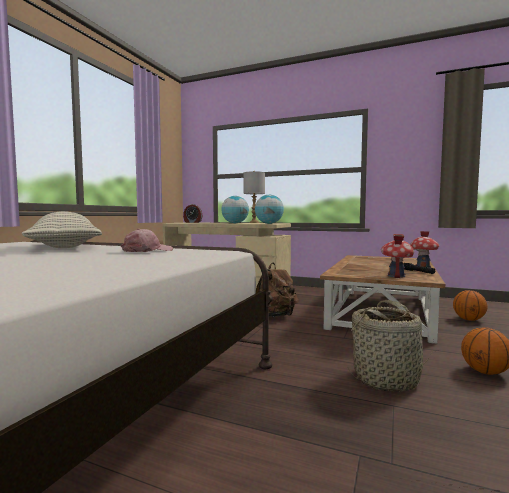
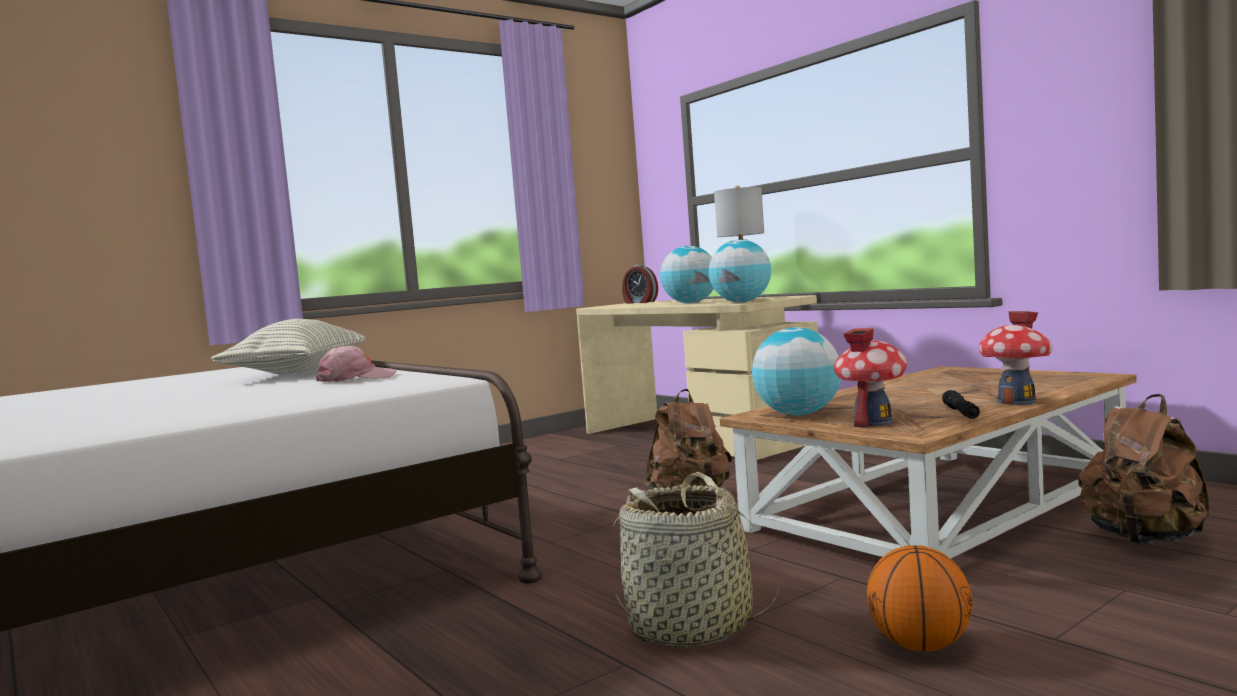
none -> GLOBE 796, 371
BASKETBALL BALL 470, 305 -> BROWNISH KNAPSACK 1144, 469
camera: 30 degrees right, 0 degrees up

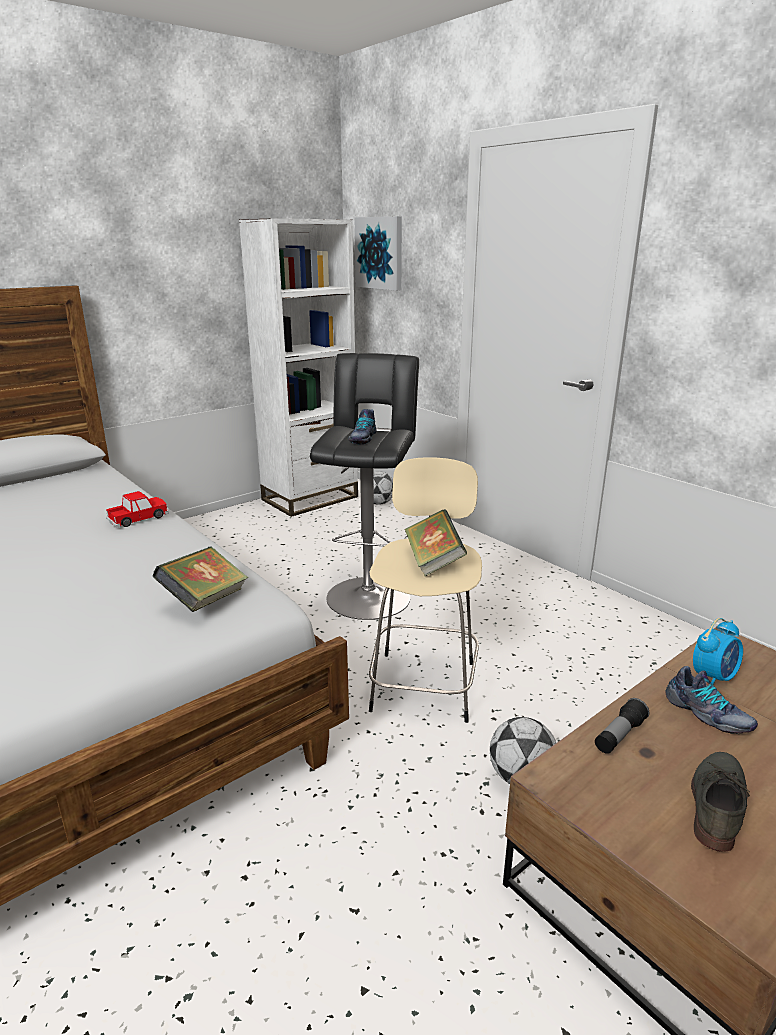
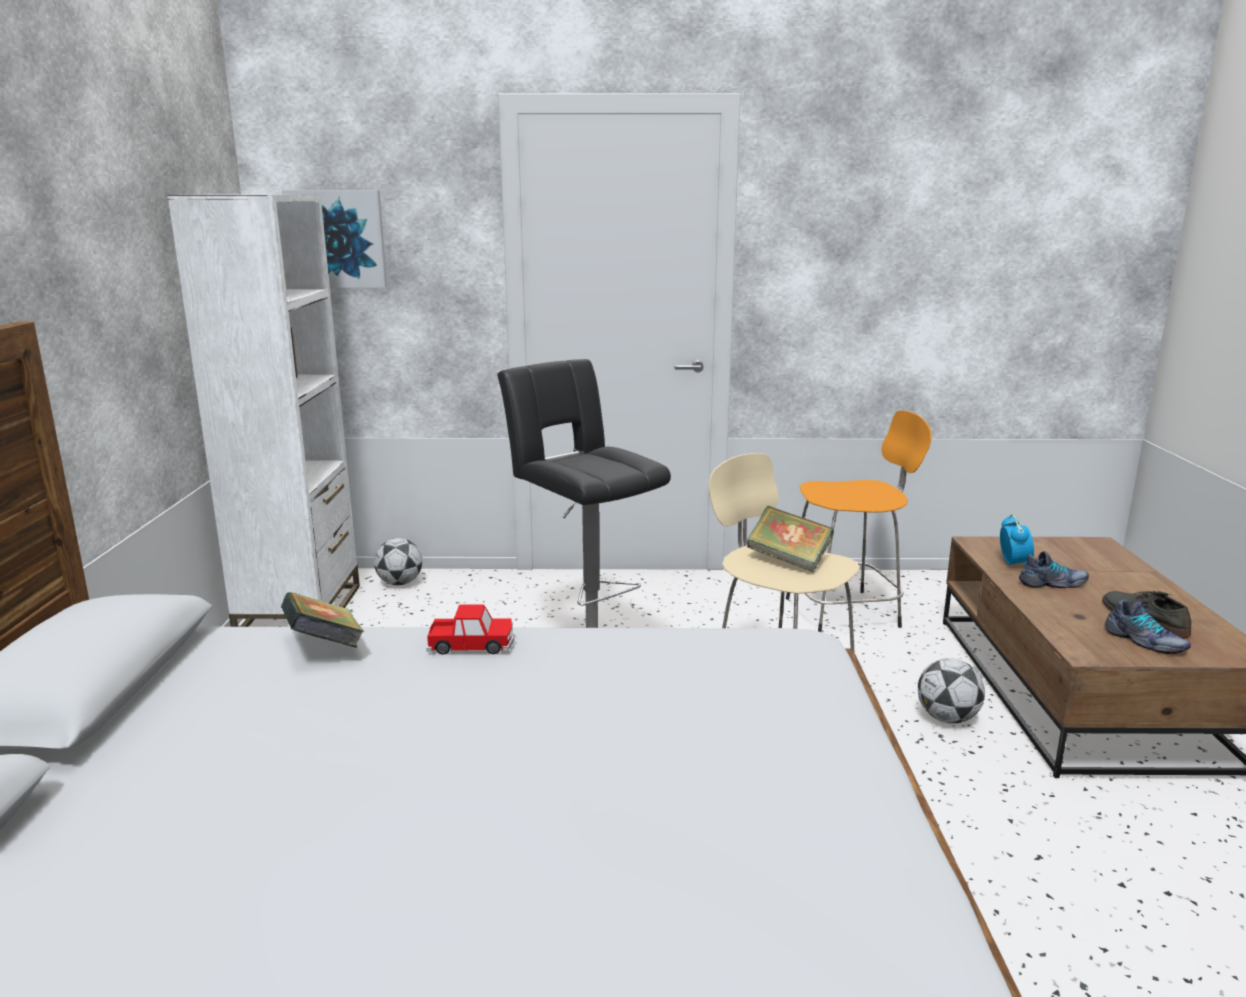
HAND TORCH 622, 726 -> none
none -> ORANGE STOOL SEAT 859, 521
VOLUME 200, 579 -> VOLUME 323, 620, shifted
SHOE 362, 427 -> SHOE 1148, 627, shifted
MODEL CAR 137, 509 -> MODEL CAR 470, 629, 90 degrees clockwise
camera: 50 degrees left, 5 degrees down

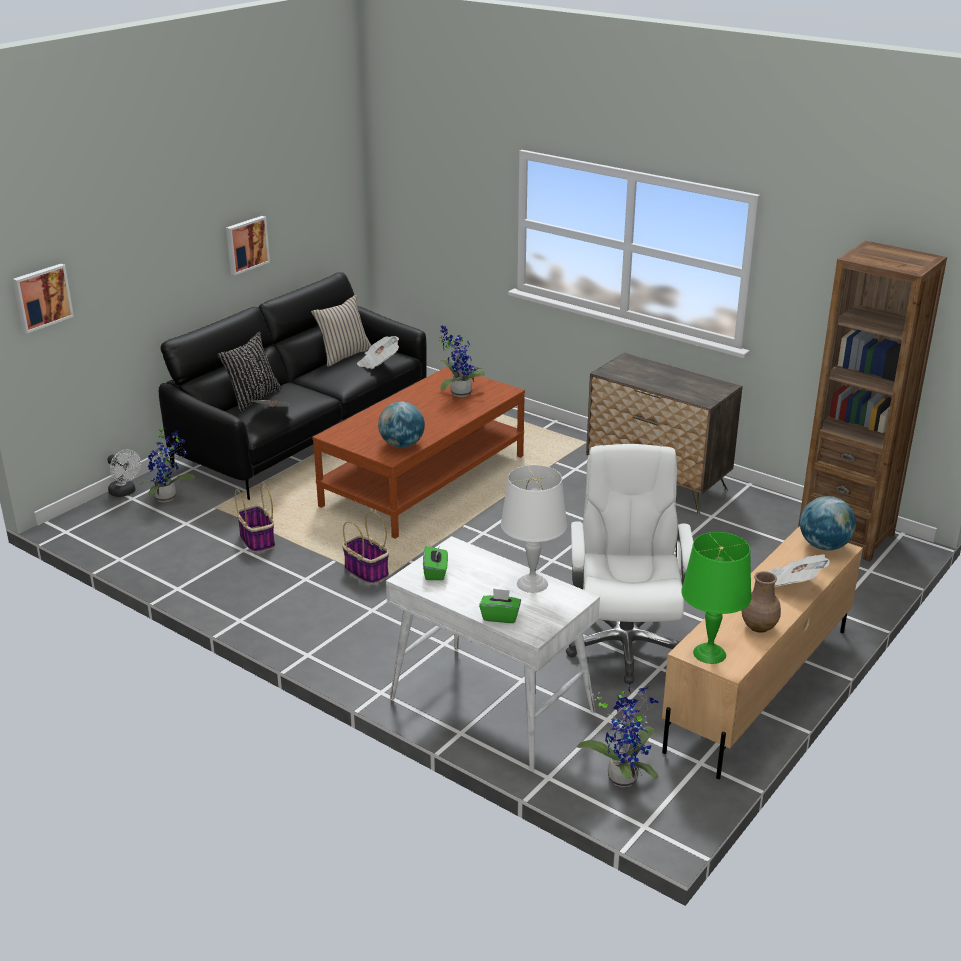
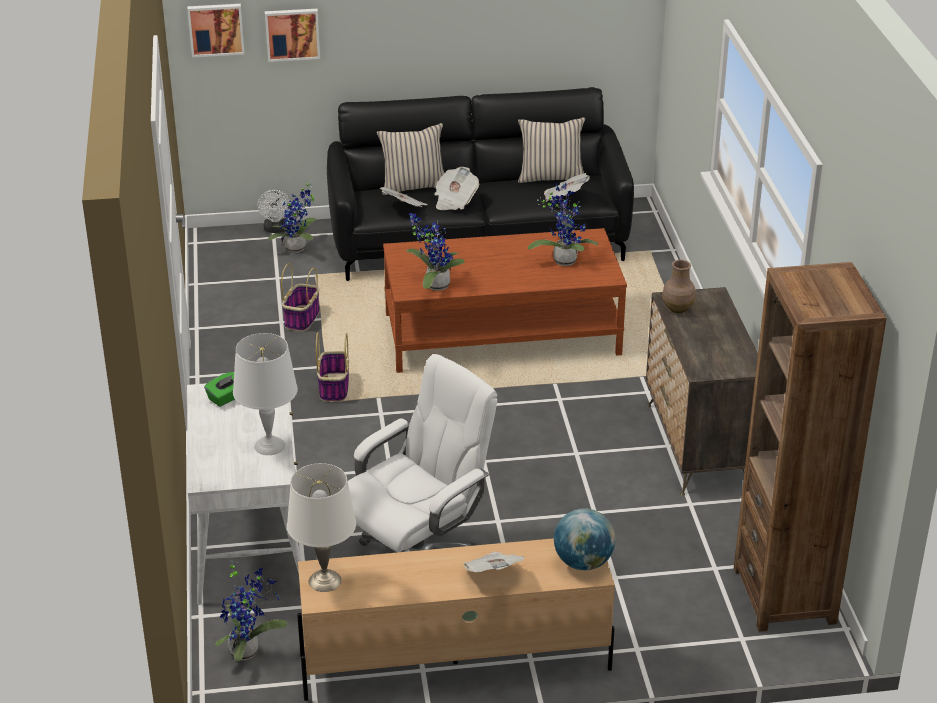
GREEN-COLOURED TISSUE BOX 500, 605 -> none
none -> NEWSPAPER 456, 188
WALL PICTURE 248, 245 -> WALL PICTURE 292, 35, shifted
BROWNISH DECORATIVE VASE 761, 602 -> BROWNISH DECORATIVE VASE 679, 286, shifted
GLOBE 401, 424 -> HOUSEPLANT 435, 252
BLACK PILLOW 249, 372 -> BEIGE PILLOW 410, 159
GREEN-COLOURED LAMP FOR A TABLE 716, 598 -> WHITE-COLOURED LAMP FOR A TABLE 321, 527
camera: 45 degrees right, 5 degrees up

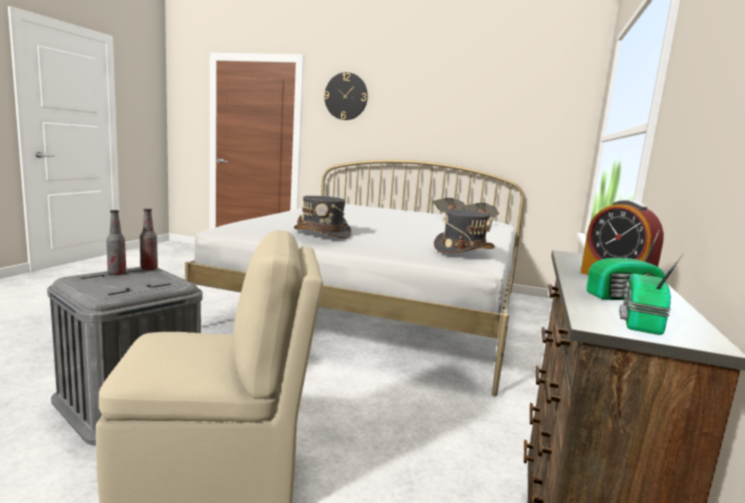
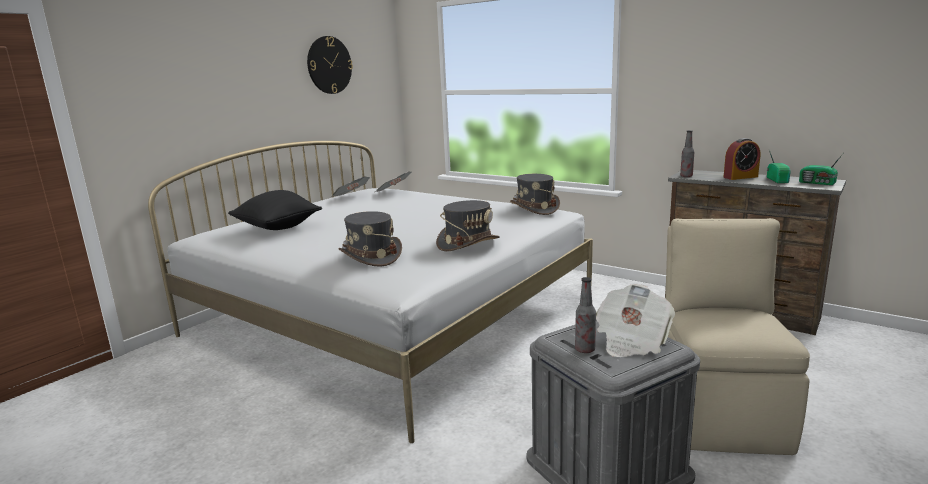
none -> BLACK PILLOW 275, 210
none -> GRAY WEARABLE HAT 370, 239
none -> NEWSPAPER 635, 320
BOTTLE 149, 239 -> BOTTLE 687, 153, shifted
WALL CLOCK 346, 96 -> WALL CLOCK 330, 65, shifted
camera: 70 degrees left, 5 degrees up

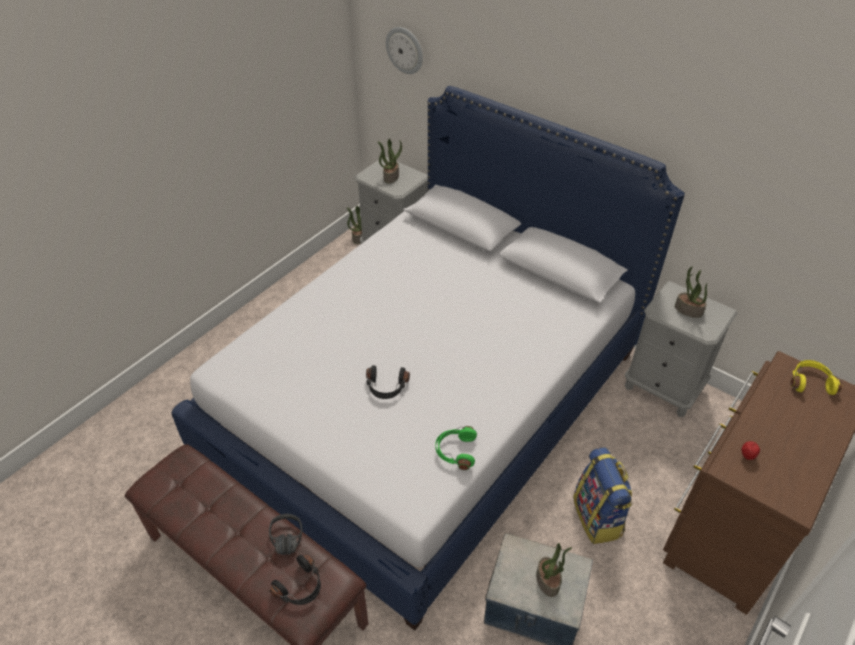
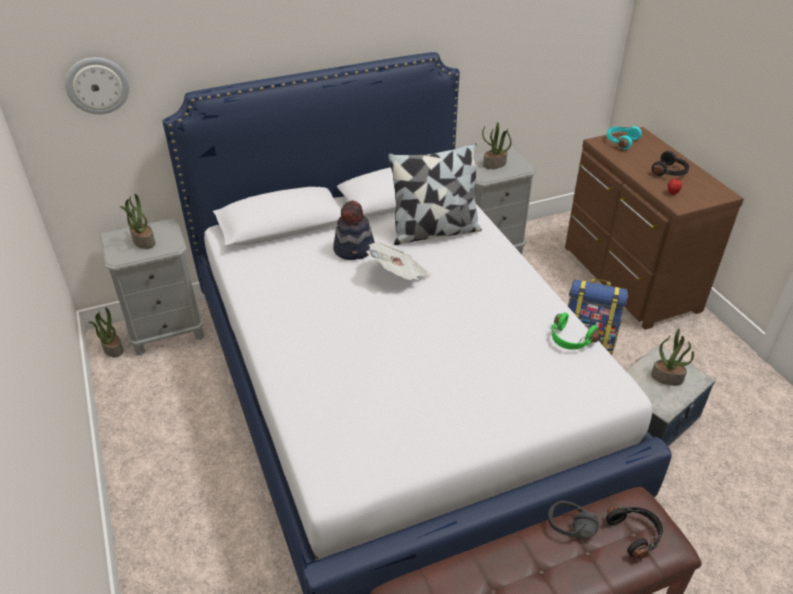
none -> WEARABLE HAT 354, 230
none -> NEWSPAPER 398, 261
none -> PILLOW 435, 194
BLACK PAIR OF HEADPHONES 388, 382 -> BLACK PAIR OF HEADPHONES 670, 163, shifted
YELLOWISH PAIR OF HEADPHONES 816, 377 -> TURQUOISE-COLOURED PAIR OF HEADPHONES 624, 138
camera: 60 degrees left, 5 degrees down

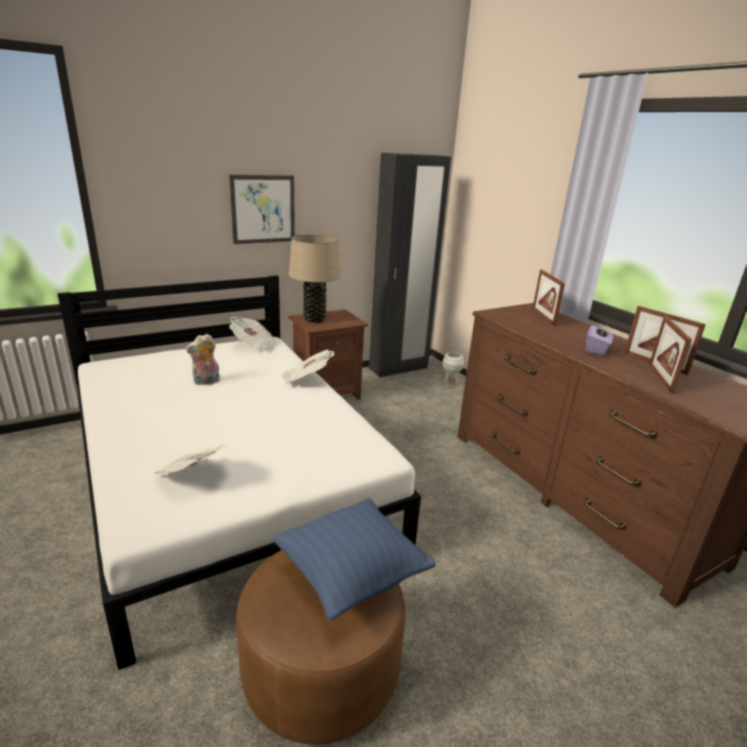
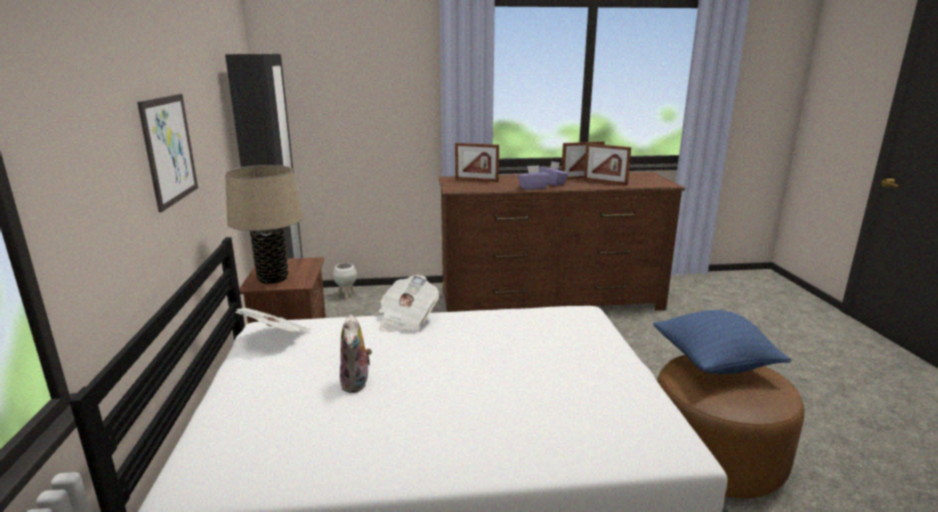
NEWSPAPER 190, 459 -> none
none -> PURPLE TISSUE BOX 534, 177
camera: 65 degrees left, 5 degrees down

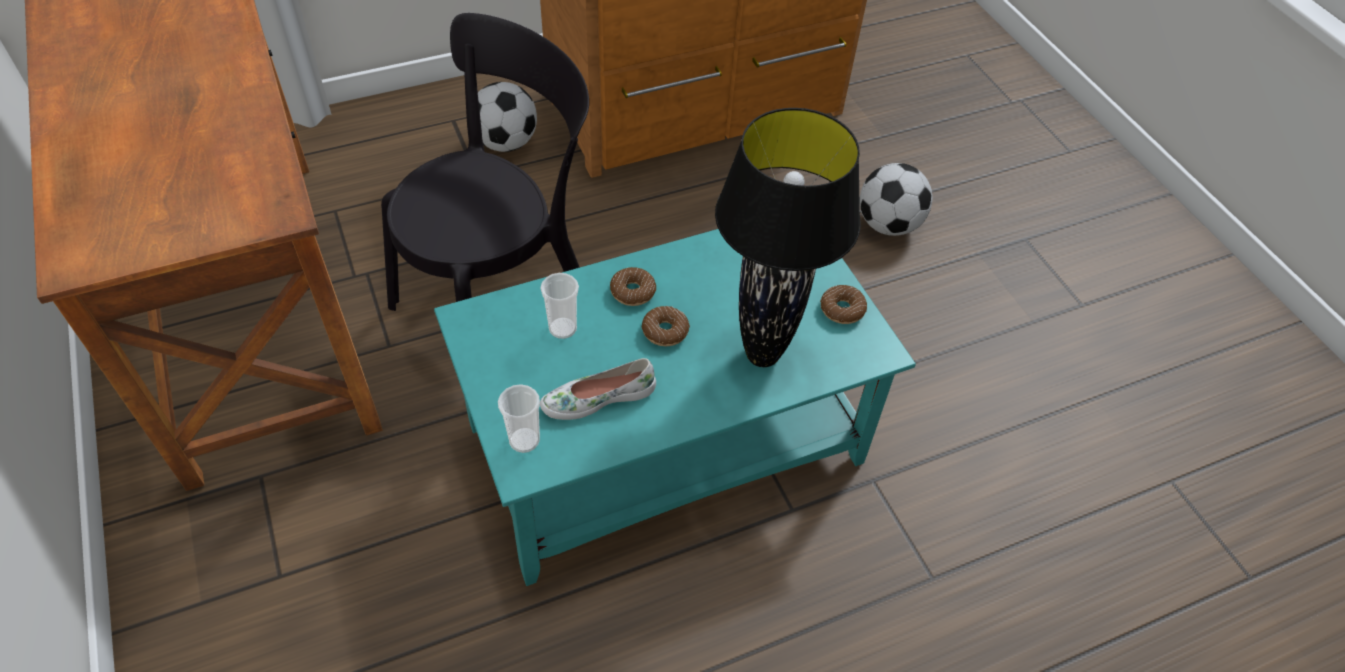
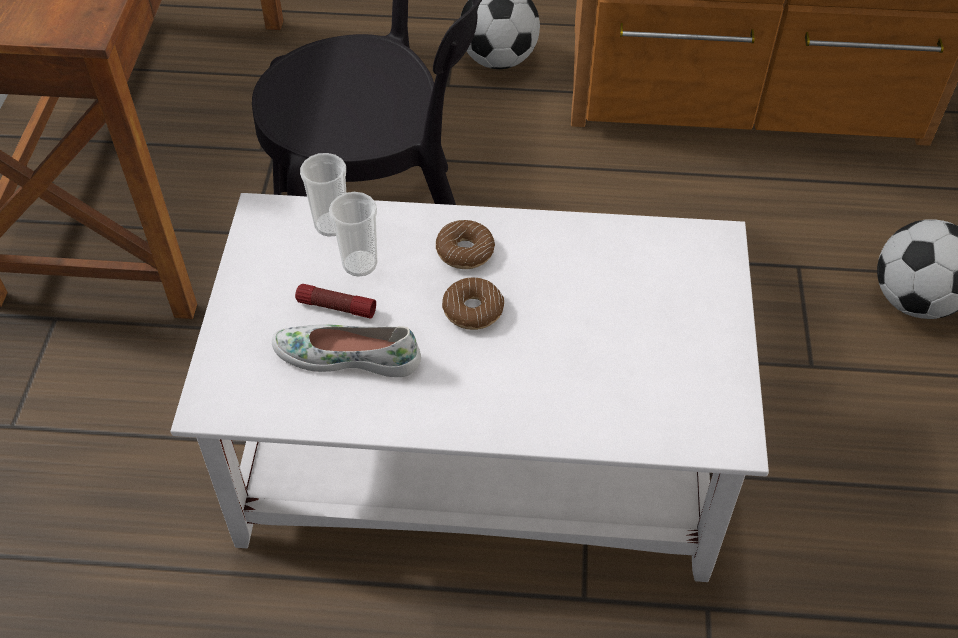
BLACK LAMP FOR A TABLE 788, 237 -> none
RING DOUGHNUT 843, 304 -> none
none -> HAND TORCH 335, 301
SMALL CUP 519, 418 -> SMALL CUP 323, 195, shifted
TURQUOISE-COLOURED LOW TABLE 675, 407 -> WHITE-COLOURED LOW TABLE 469, 387
camera: 30 degrees right, 0 degrees up

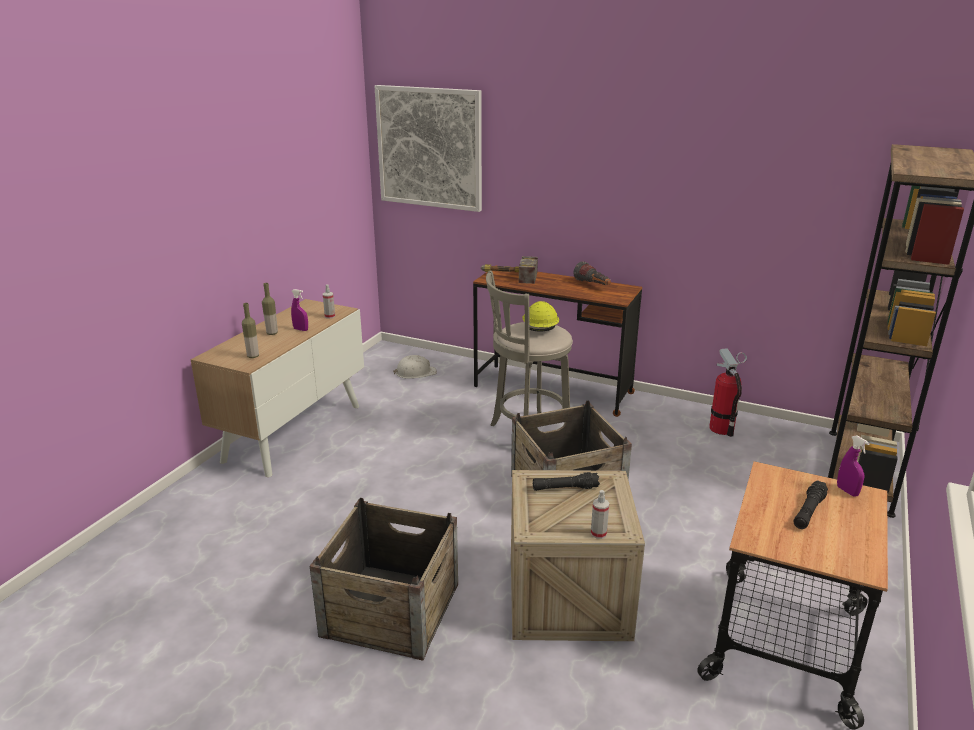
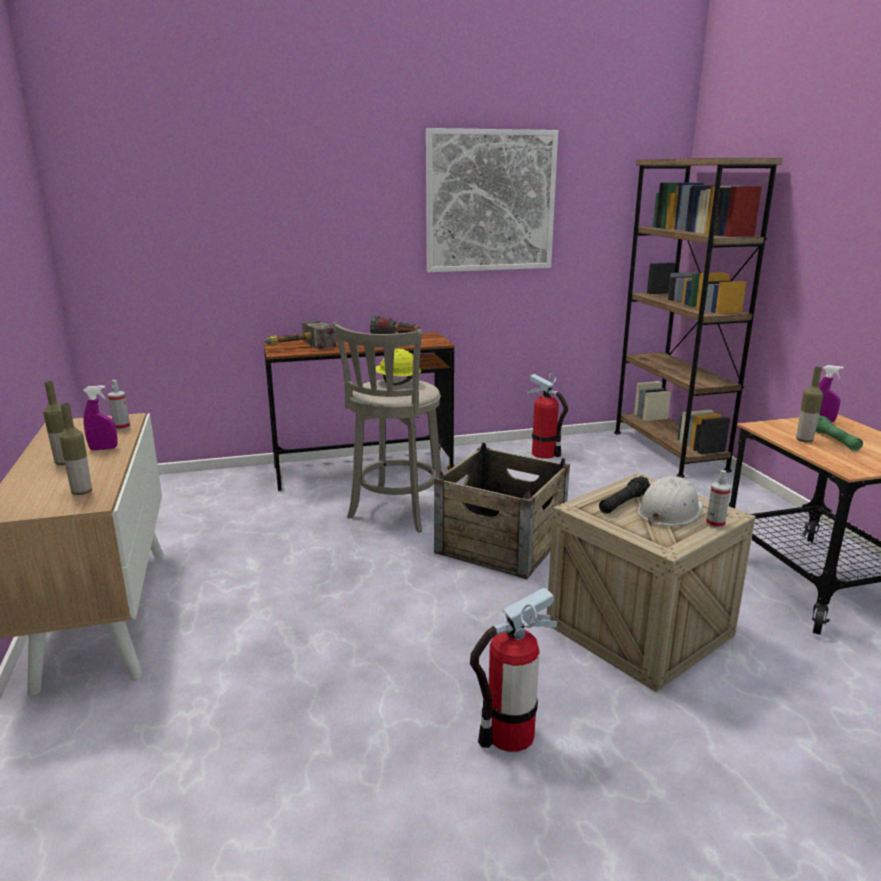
none -> BOTTLE 809, 405
WALL PICTURE 428, 148 -> WALL PICTURE 492, 200, shifted
WHITE-COLOURED HARD HAT 415, 367 -> WHITE-COLOURED HARD HAT 670, 501, shifted
SHIPPING CRATE 384, 579 -> EXTINGUISHER 513, 669
BLACK HAND TORCH 811, 504 -> GREEN-COLOURED HAND TORCH 839, 433
camera: 40 degrees left, 5 degrees down

